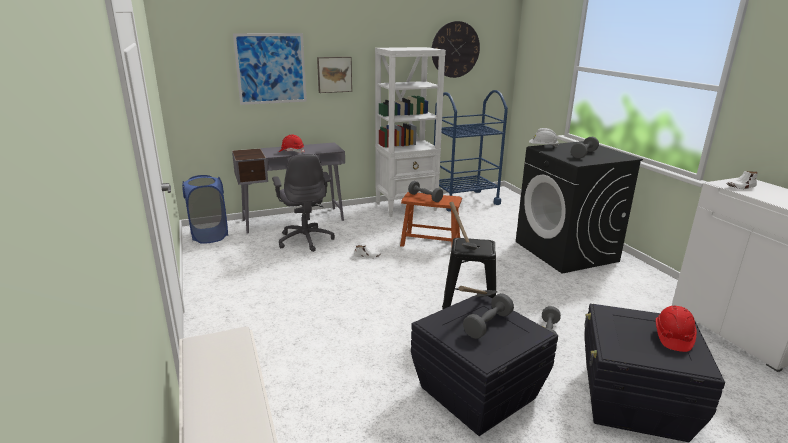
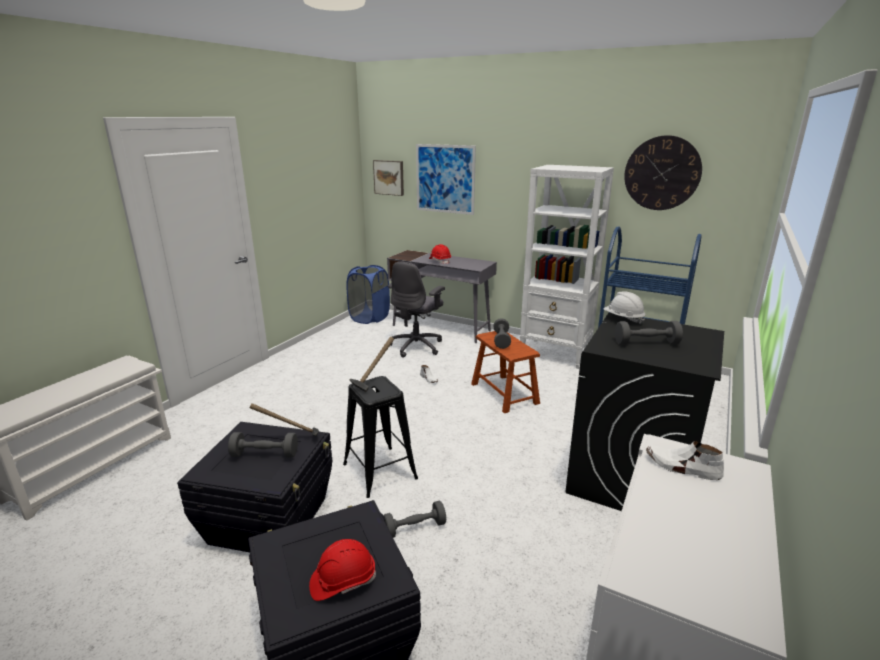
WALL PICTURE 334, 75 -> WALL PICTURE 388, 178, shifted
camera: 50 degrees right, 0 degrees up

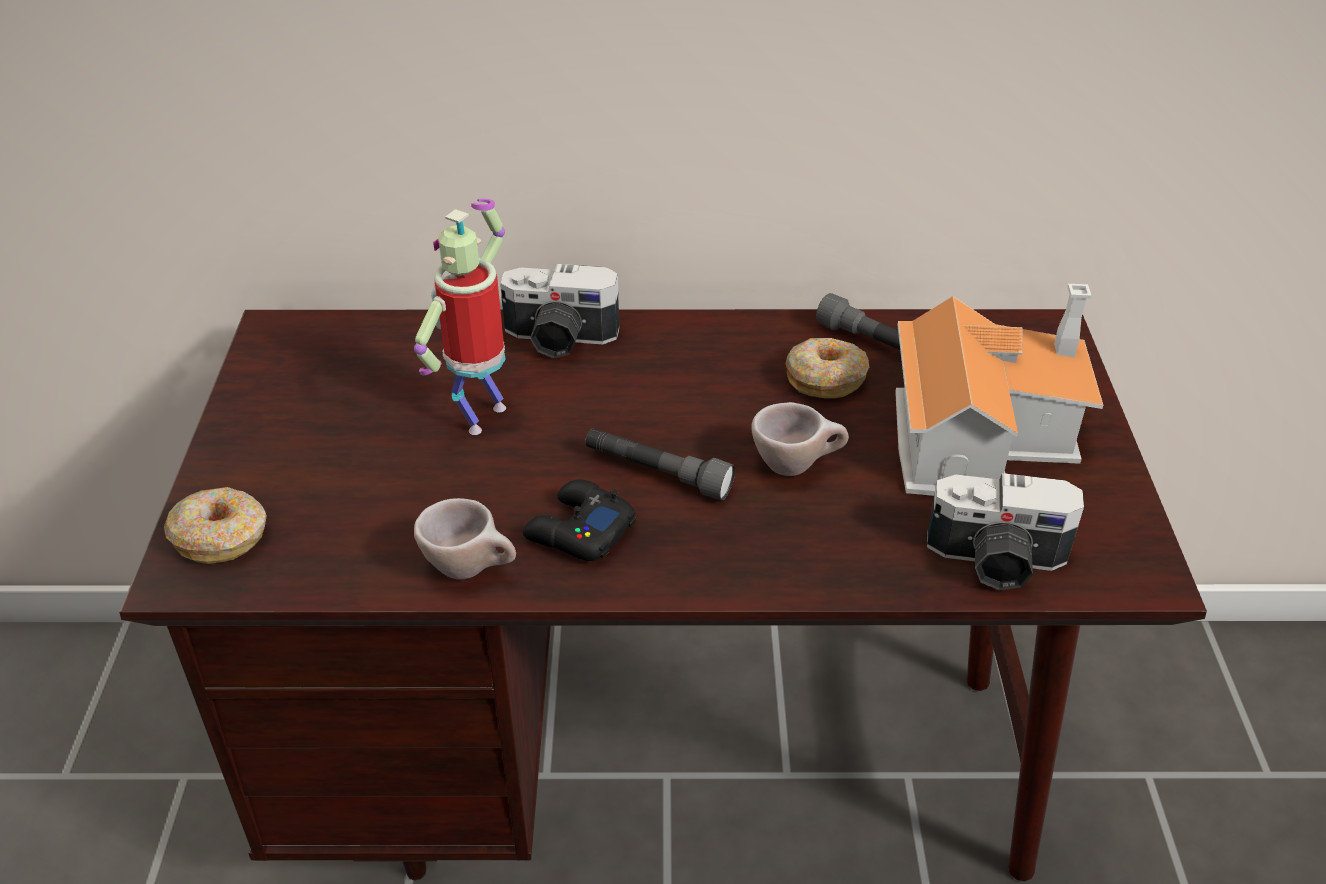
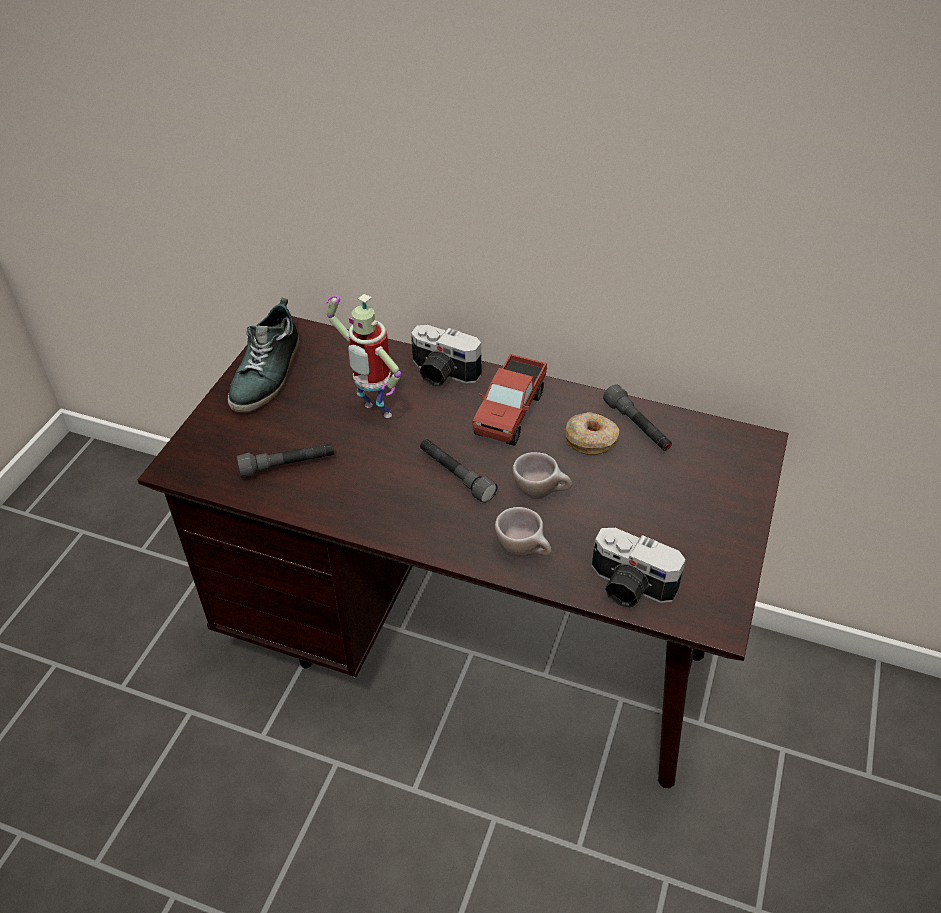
RING DOUGHNUT 215, 525 -> none
BLACK GAME CONTROLLER 579, 520 -> none
TOY HOUSE 999, 390 -> none
none -> SHOE 264, 355
none -> GRAY HAND TORCH 285, 460
none -> TOY LORRY 509, 400
BEIGE SMALL CUP 465, 538 -> BEIGE SMALL CUP 523, 532, shifted
MODEL ROBOT 460, 317 -> MODEL ROBOT 363, 356, 105 degrees counterclockwise
camera: 20 degrees right, 5 degrees up

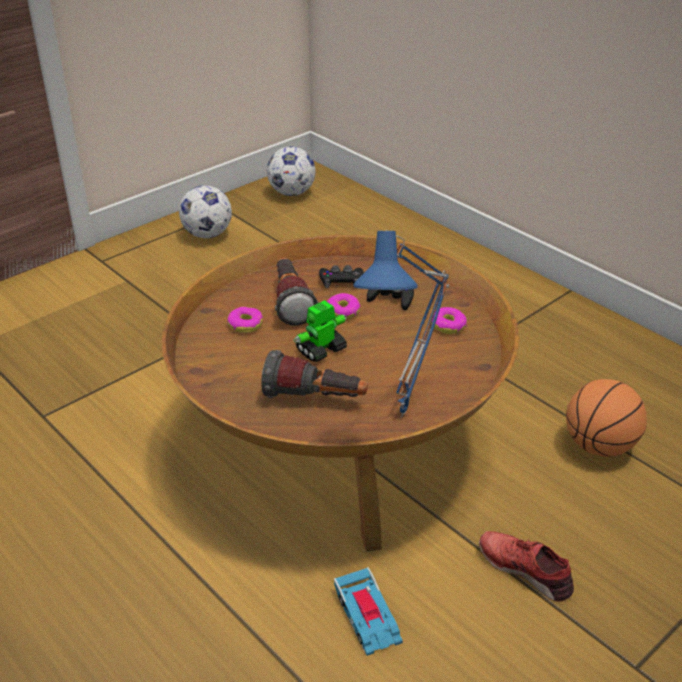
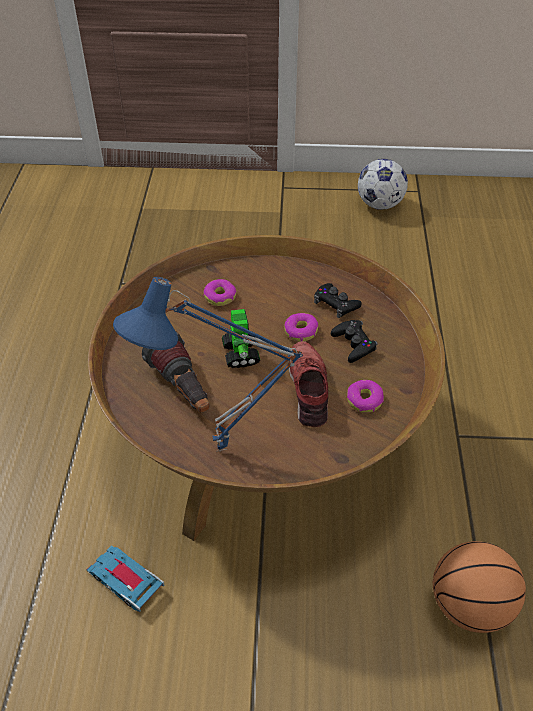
BALL FOR FOOTBALL 291, 171 -> none
HAND TORCH 296, 291 -> none
REDDISH SHOE 526, 566 -> REDDISH SHOE 308, 384, shifted
MODEL ROBOT 320, 331 -> MODEL ROBOT 241, 338, 75 degrees clockwise
MODEL CAR 368, 611 -> MODEL CAR 126, 579, 105 degrees clockwise
camera: 45 degrees right, 10 degrees up

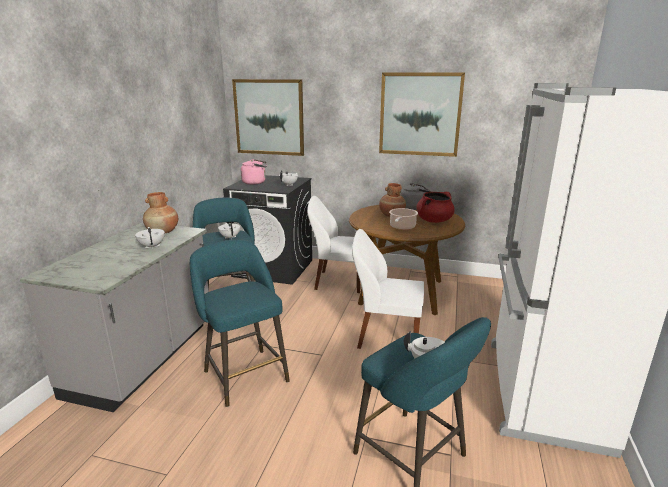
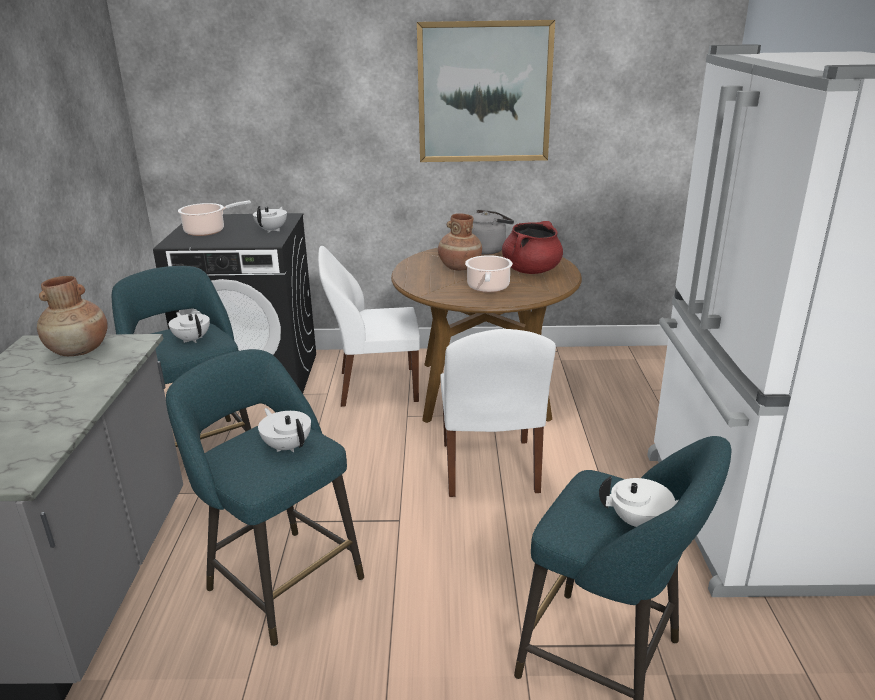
WALL PICTURE 268, 117 -> none
WHITE-COLOURED TEAPOT 150, 238 -> WHITE-COLOURED TEAPOT 284, 430, shifted
PINKISH WATER KETTLE 254, 172 -> COOKING POT 214, 218
WHITE-COLOURED CHAIR 388, 289 -> WHITE-COLOURED CHAIR 498, 413, 90 degrees counterclockwise
camera: 15 degrees left, 5 degrees up

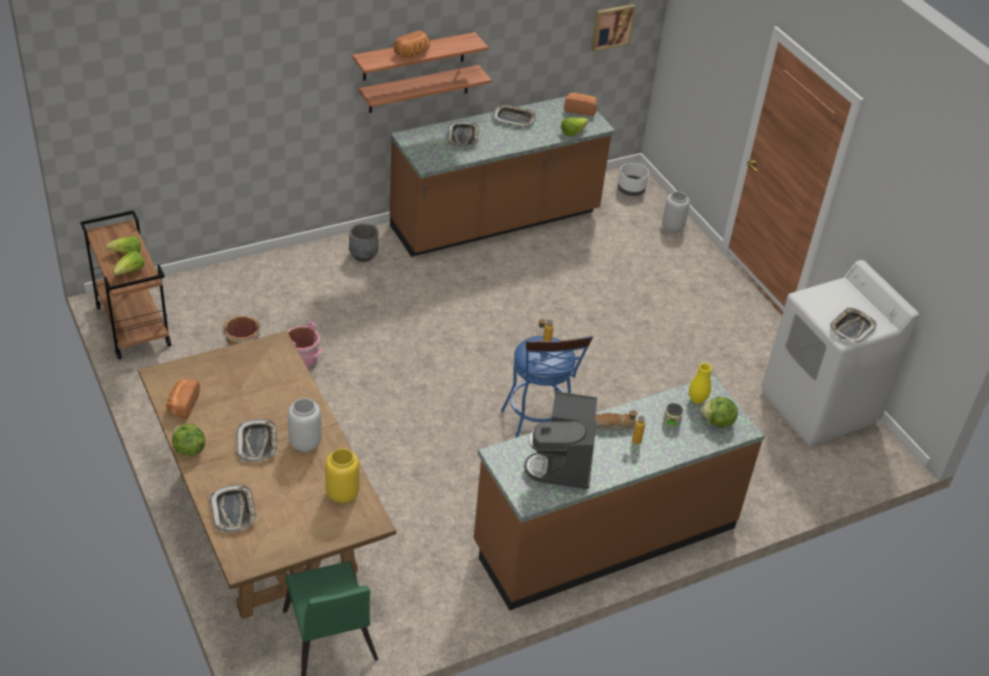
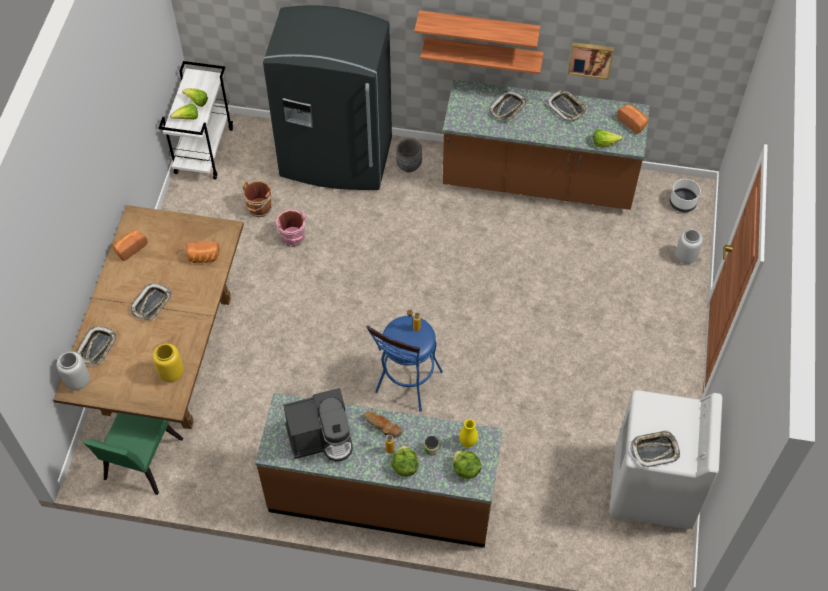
none -> GRAY KITCHEN FRIDGE 327, 97
LETTUCE 188, 440 -> LETTUCE 404, 461, shifted
GRAY DECORATIVE VASE 304, 425 -> GRAY DECORATIVE VASE 73, 371, shifted
BREAD 412, 44 -> BREAD 202, 252, shifted
WALL PICTURE 613, 27 -> WALL PICTURE 591, 61, shifted
BROWNISH CART 125, 285 -> WHITE-COLOURED CART 196, 120
COFFEE MACHINE 560, 440 -> COFFEE MACHINE 318, 424, 150 degrees counterclockwise
camera: 40 degrees right, 15 degrees up

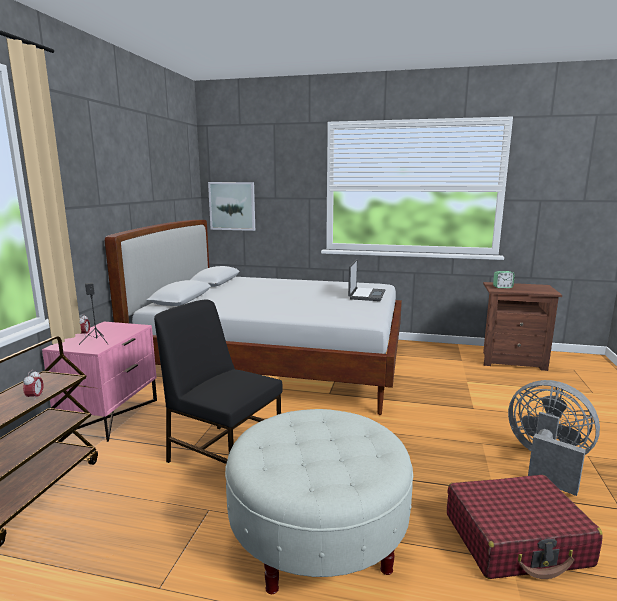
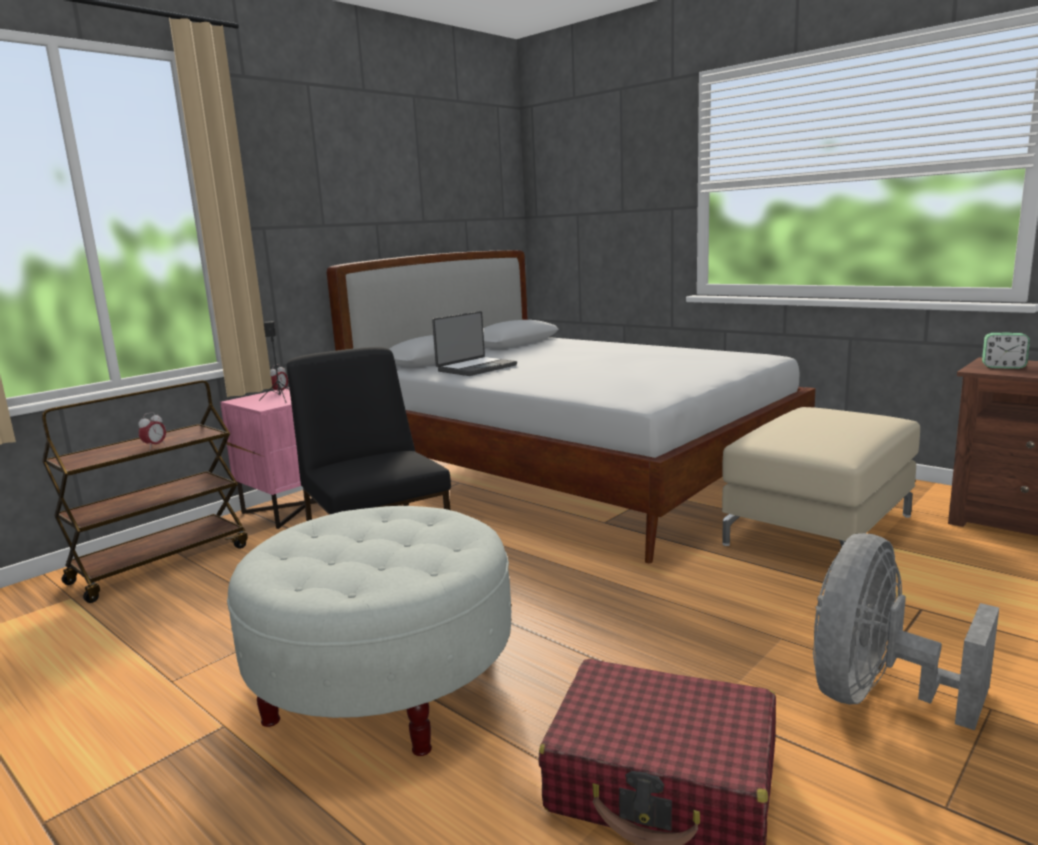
WALL PICTURE 231, 206 -> none
none -> BEIGE OTTOMAN 821, 477
LAPTOP 366, 280 -> LAPTOP 474, 343, shifted
GRAY COOLING FAN 554, 438 -> GRAY COOLING FAN 906, 631, 120 degrees counterclockwise
camera: 30 degrees right, 0 degrees up

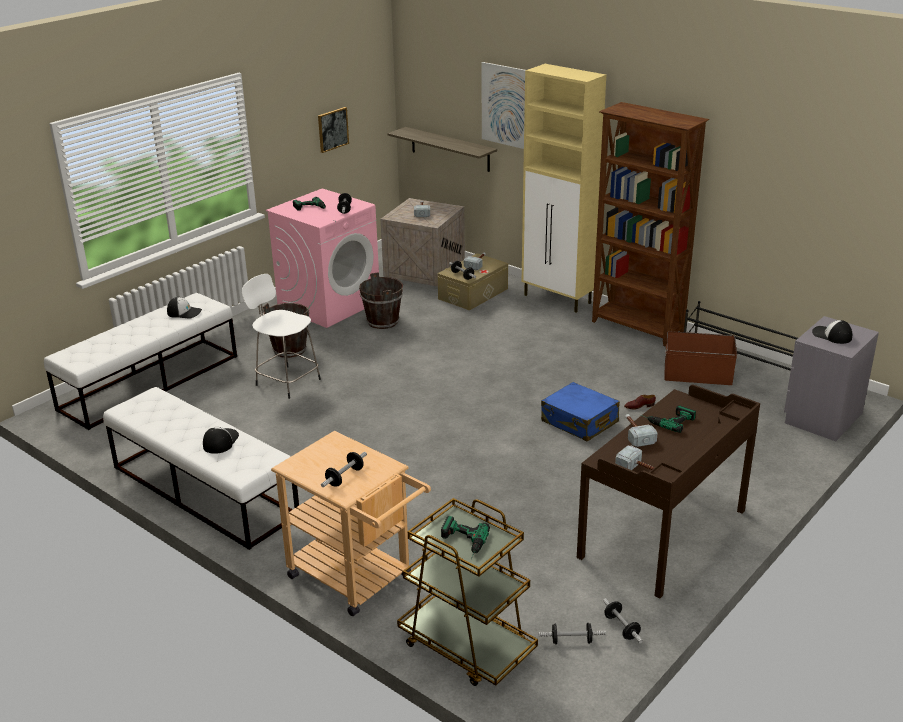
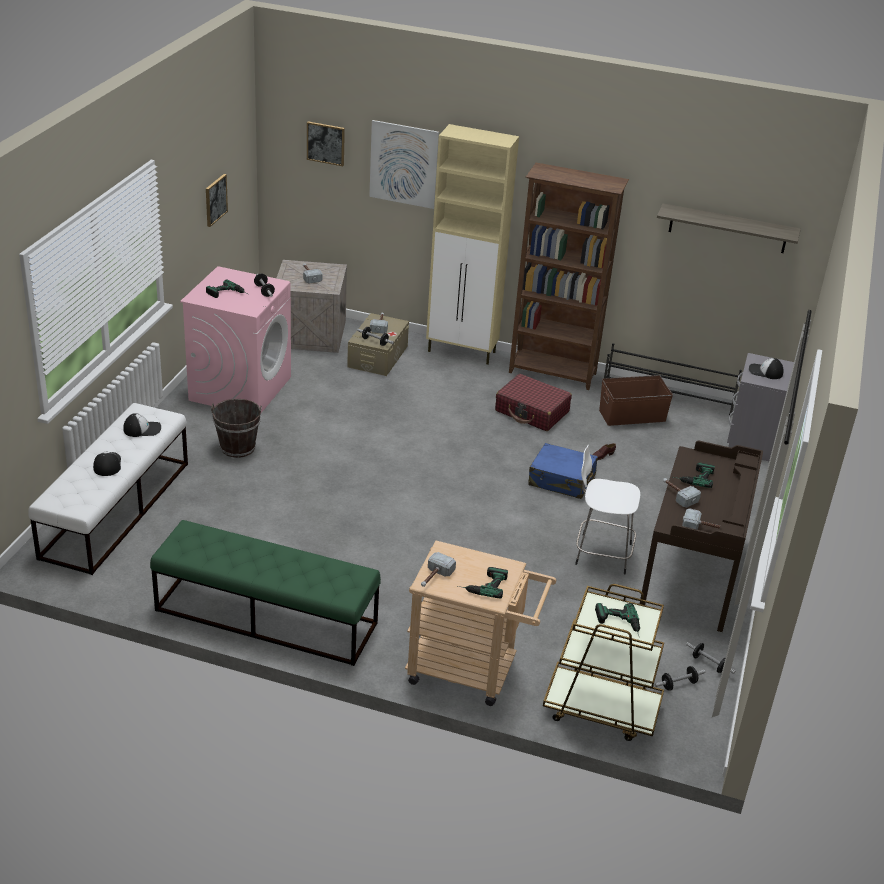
BROWNISH WATER BUCKET 381, 300 -> none
none -> WALL PICTURE 326, 143
none -> TOOL HAMMER 438, 569
none -> REDDISH TRAVEL CASE 533, 402
CAP 221, 440 -> CAP 107, 464, shifted
WHITE-COLOURED STOOL SEAT 281, 336 -> WHITE-COLOURED STOOL SEAT 608, 509, shifted
BRACKET SHELF 442, 149 -> BRACKET SHELF 729, 228, shifted
HAND WEIGHT 344, 469 -> DRILL 482, 583
WHITE-COLOURED INDOOR BENCH 201, 468 -> GREEN-COLOURED INDOOR BENCH 265, 593
camera: 25 degrees left, 5 degrees up

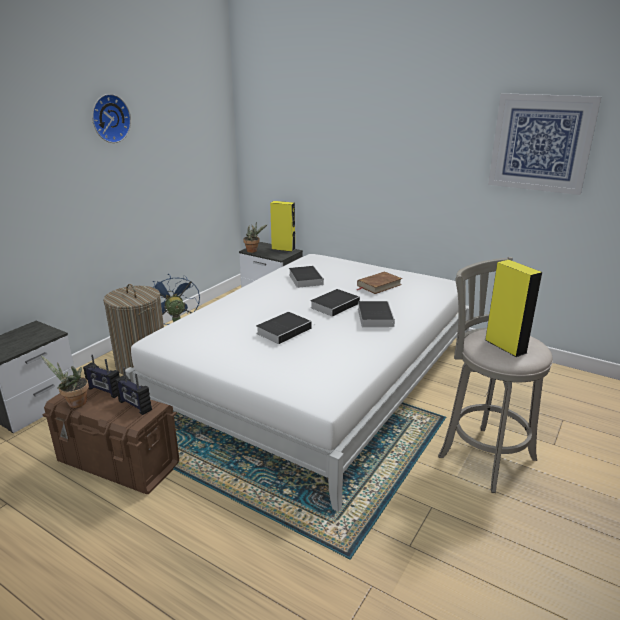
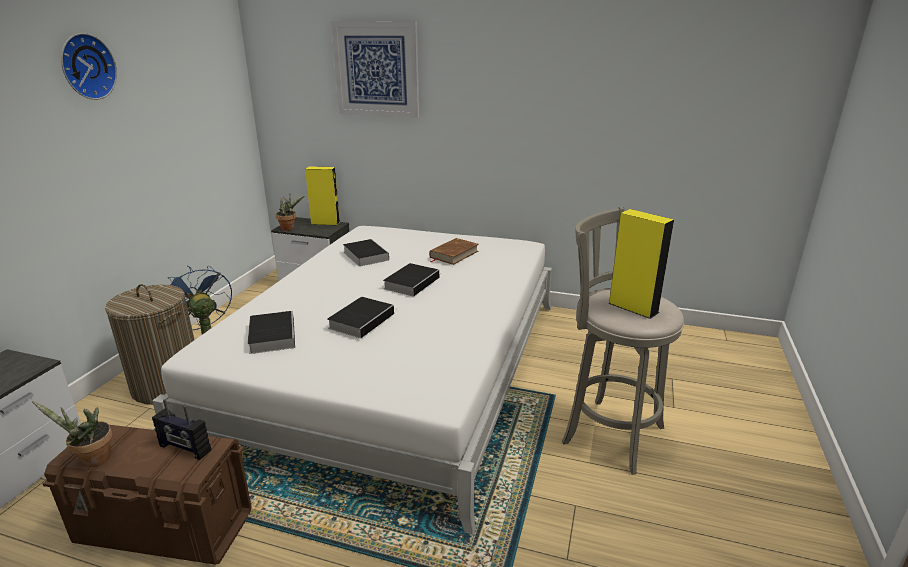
RADIO RECEIVER 101, 376 -> none
VOLUME 376, 314 -> VOLUME 271, 332, shifted
WALL PICTURE 545, 144 -> WALL PICTURE 375, 69, shifted
camera: 15 degrees left, 0 degrees up

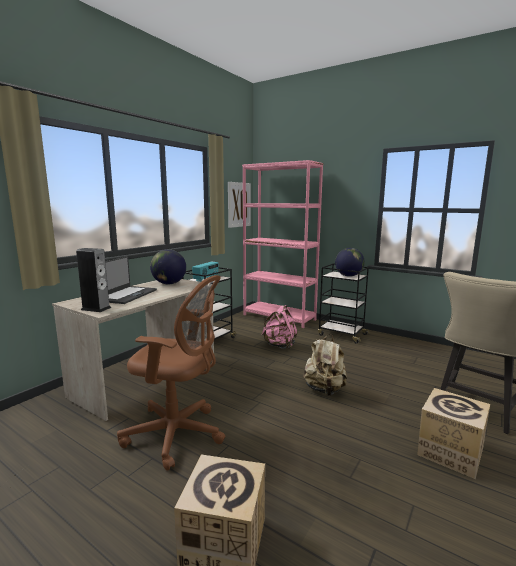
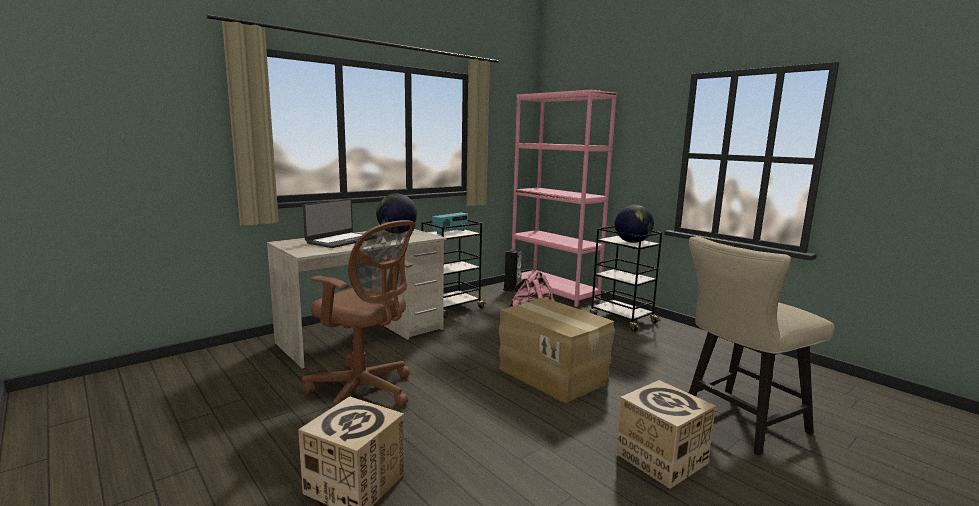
WALL PICTURE 239, 205 -> none
AUDIO SPEAKER 93, 280 -> AUDIO SPEAKER 512, 270, shifted
BEIGE KNAPSACK 325, 365 -> CARDBOARD BOX 557, 351
camera: 15 degrees right, 0 degrees up

